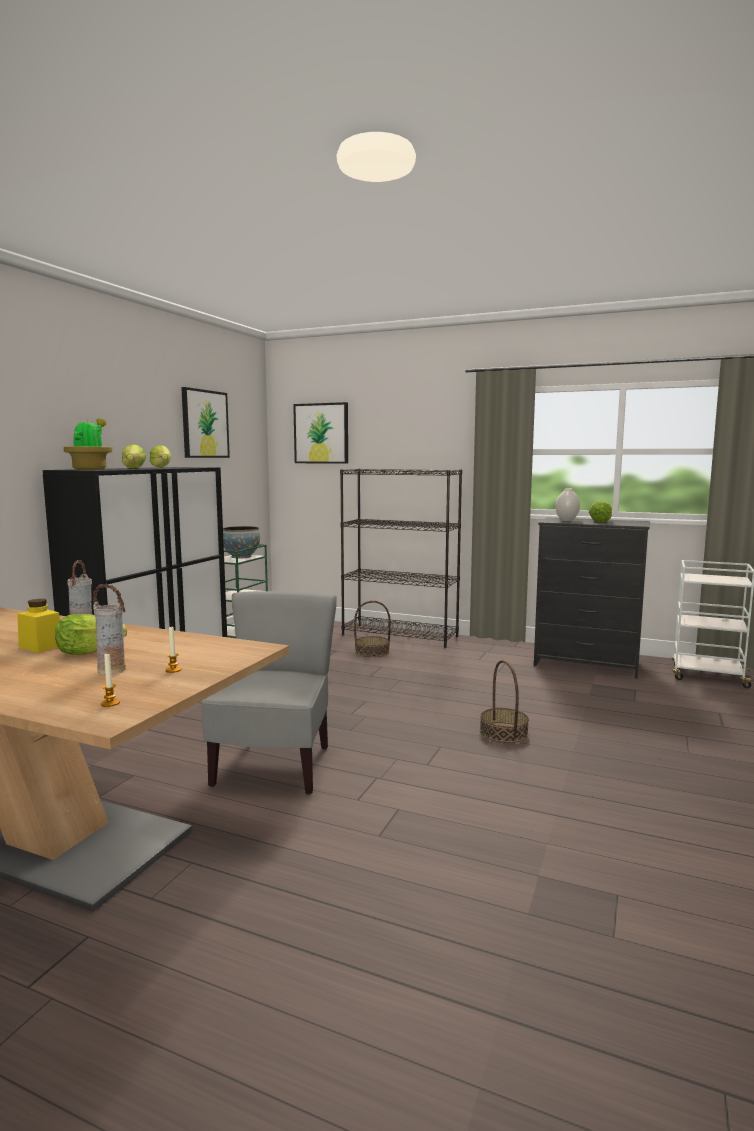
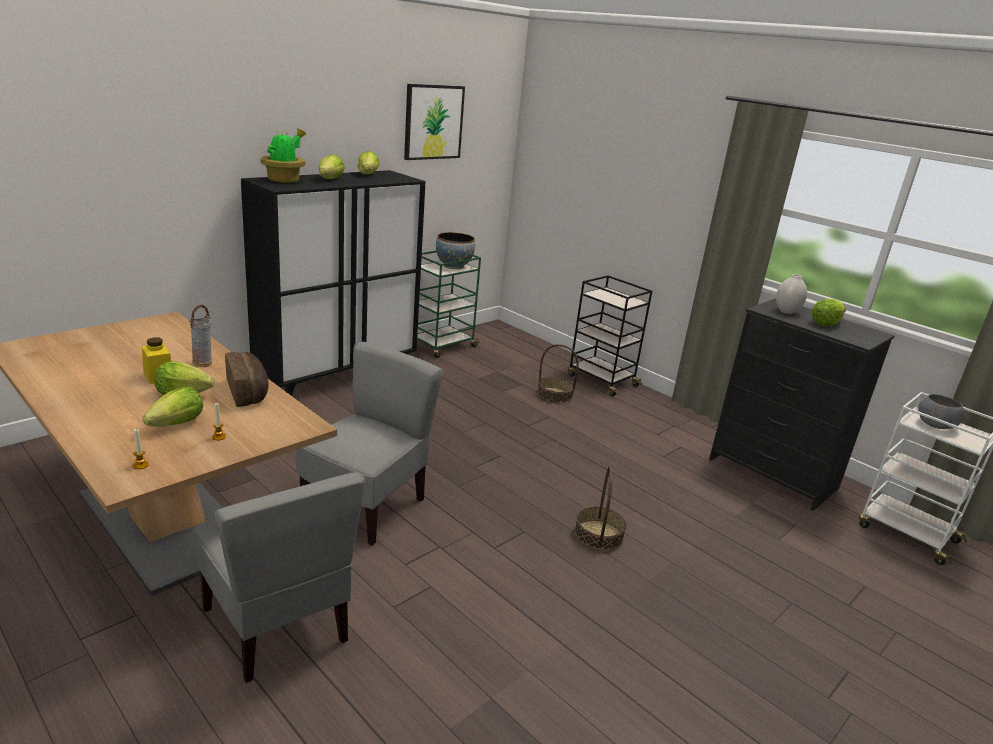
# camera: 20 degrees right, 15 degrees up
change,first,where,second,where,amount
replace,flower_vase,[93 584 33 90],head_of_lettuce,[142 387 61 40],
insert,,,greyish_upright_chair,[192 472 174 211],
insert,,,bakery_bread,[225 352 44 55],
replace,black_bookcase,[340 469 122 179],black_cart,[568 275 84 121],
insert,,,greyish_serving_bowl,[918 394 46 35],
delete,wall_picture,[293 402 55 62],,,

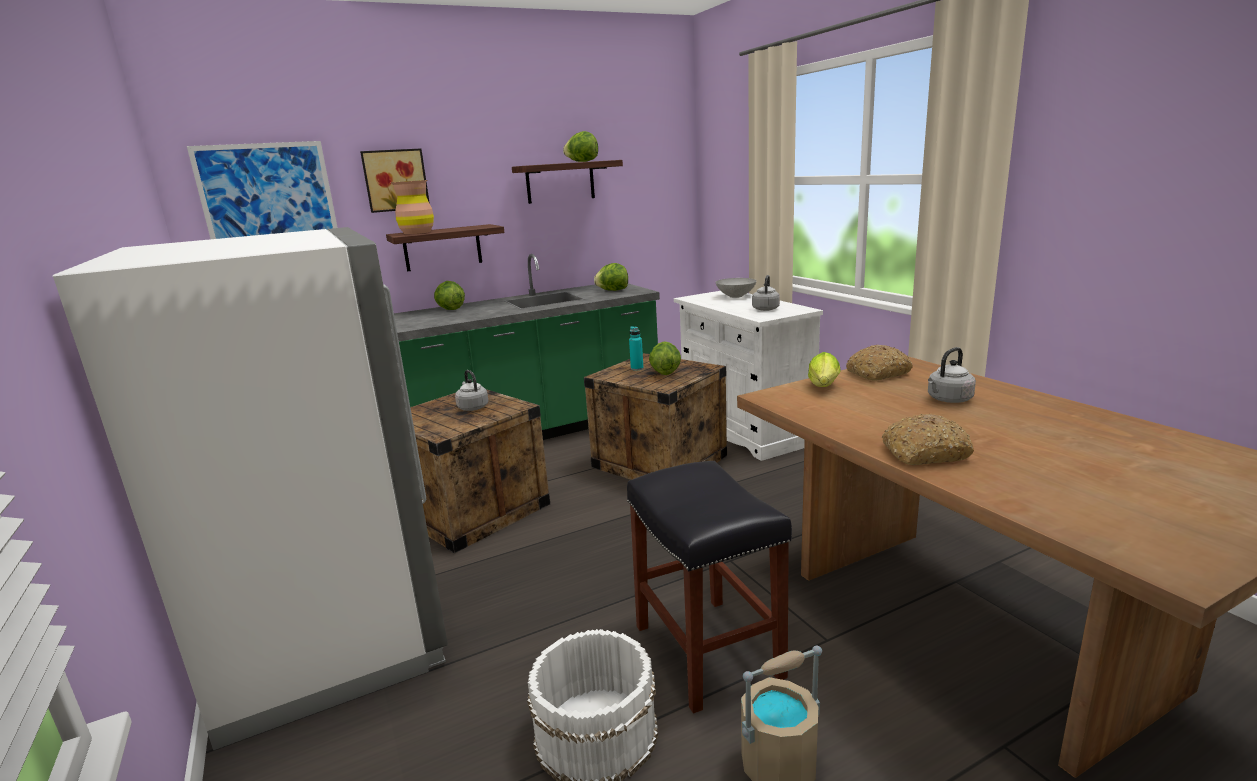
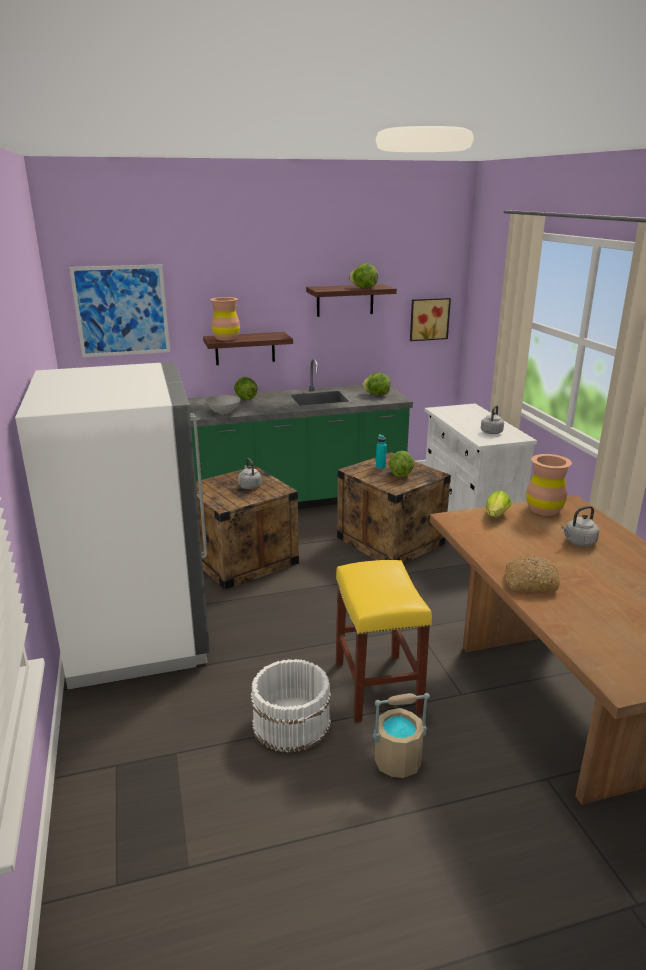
# camera: 10 degrees right, 5 degrees up
change,first,where,second,where,amount
move,greyish_serving_bowl,[715 278 42 20],,[205 395 36 19],
recolor,black_stool,[627 461 165 253],yellow-coloured_stool,[336 560 96 163],
move,wall_picture,[360 148 70 65],,[410 298 41 43],
replace,bakery_bread,[846 345 67 36],brown_flower_vase,[526 454 46 62],

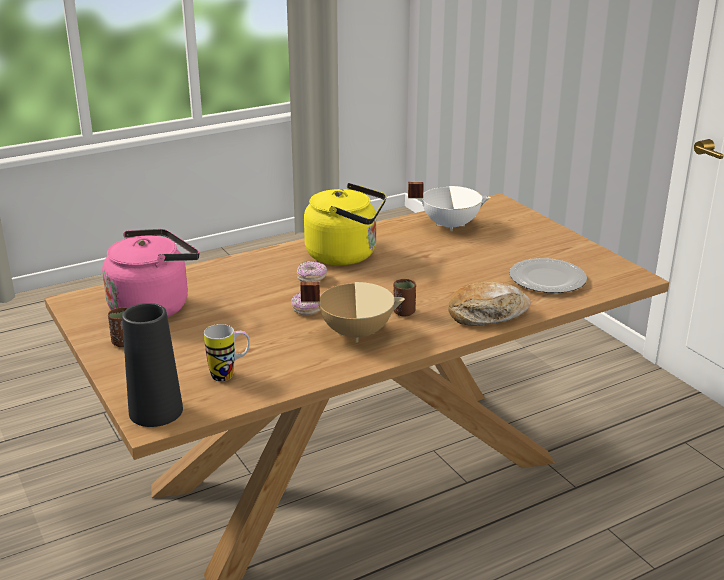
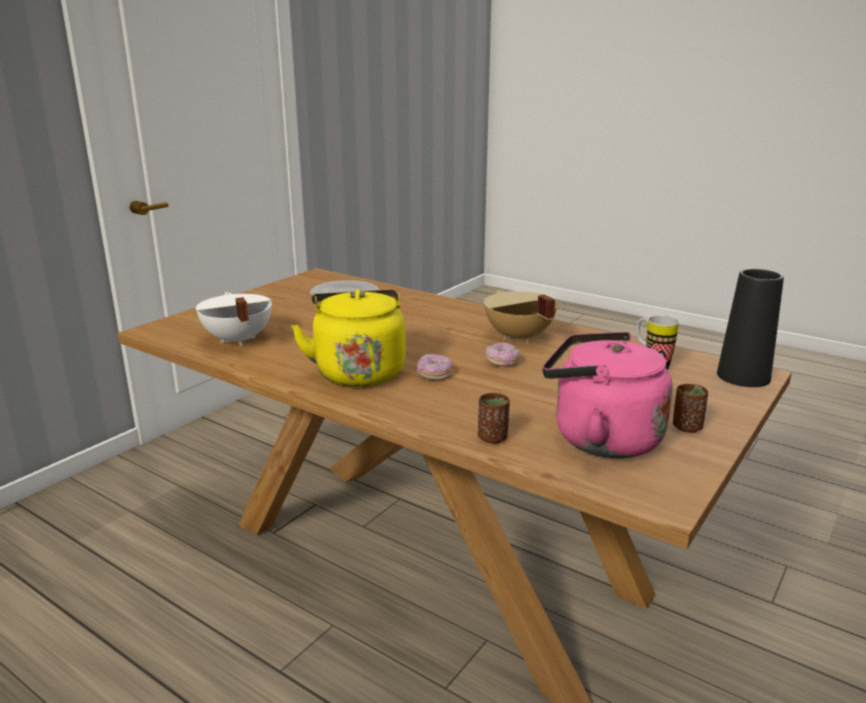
# camera: 115 degrees left, 5 degrees down
change,first,where,second,where,amount
move,brown_small_cup,[393 279 23 38],,[478 393 32 51],
delete,bakery_bread,[448 281 83 45],,,

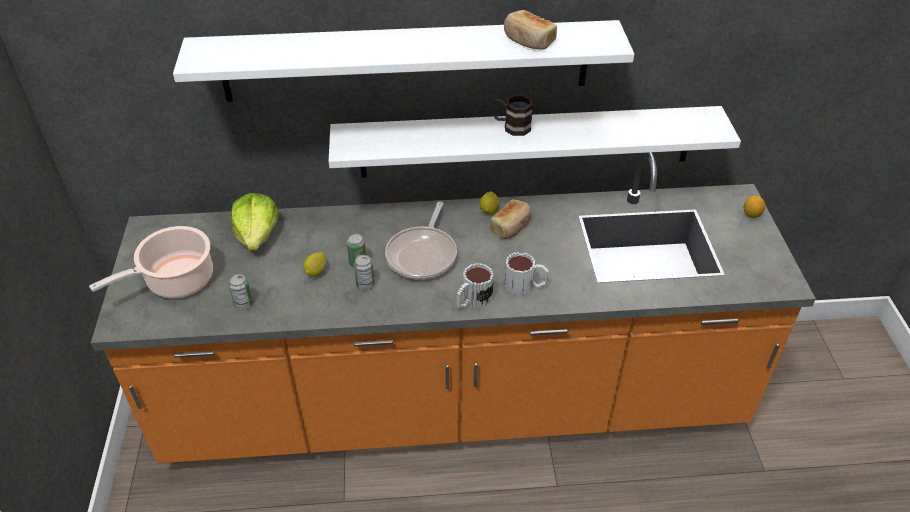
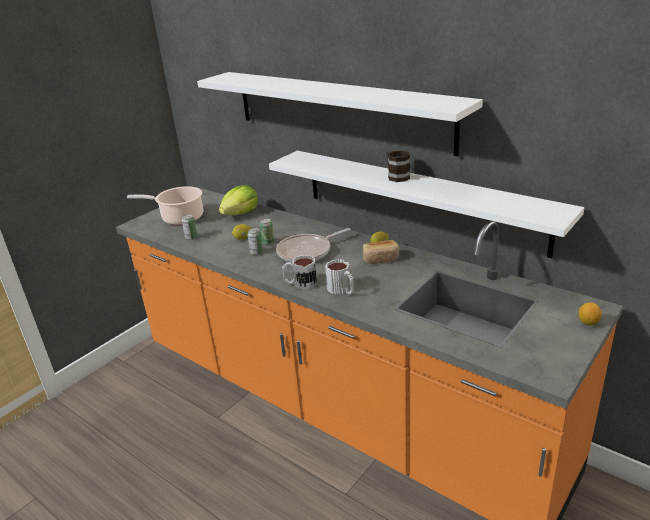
# camera: 45 degrees right, 15 degrees down
change,first,where,second,where,amount
delete,bakery_bread,[504 10 53 40],,,

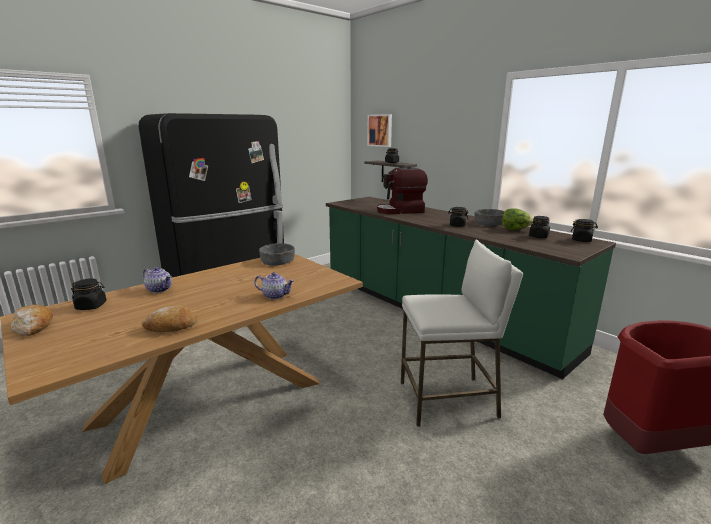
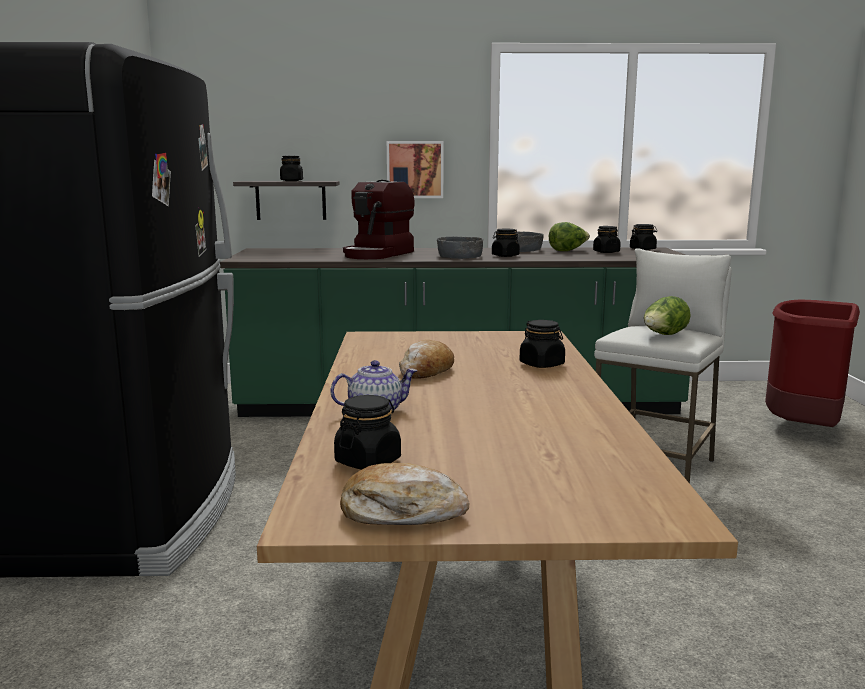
# camera: 50 degrees left, 5 degrees down
change,first,where,second,where,amount
move,wall_picture,[367 114 25 33],,[387 141 57 57],
move,bakery_bread,[142 306 55 26],,[399 340 55 39],
move,greyish_serving_bowl,[259 243 36 23],,[437 236 46 23],
replace,pot_for_tea,[254 272 41 27],black_jar,[519 320 46 48],
insert,,,head_of_lettuce,[644 296 47 39],

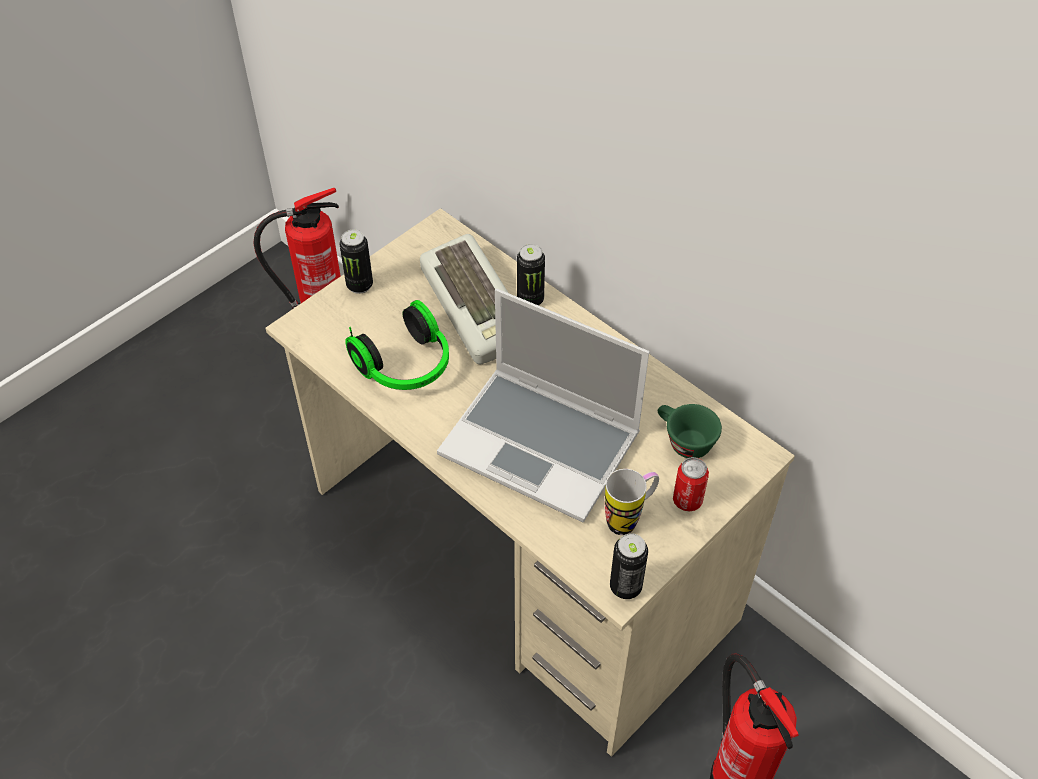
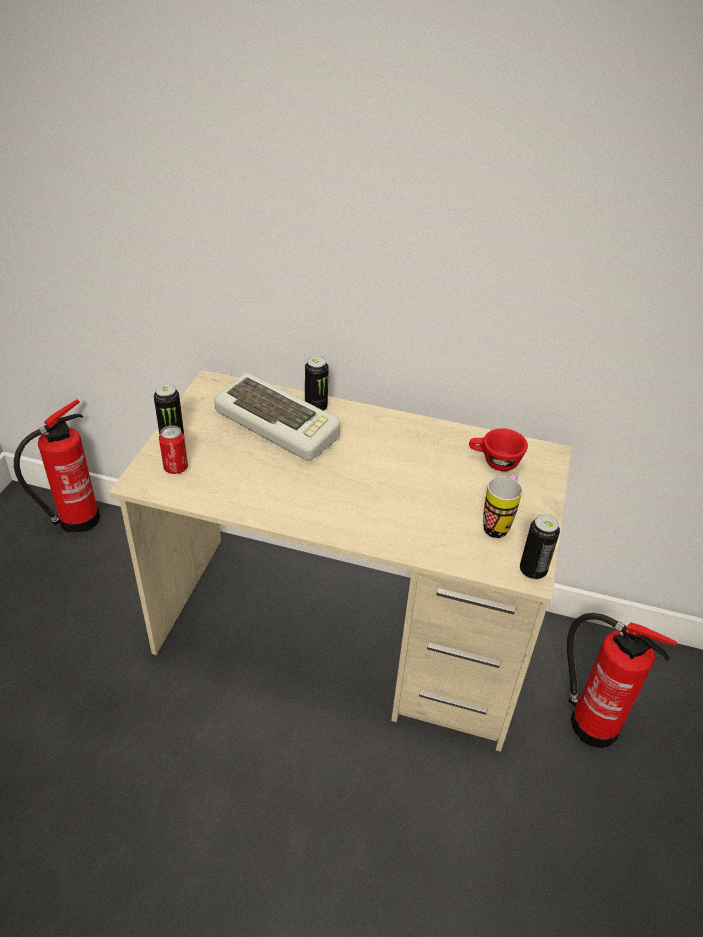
# camera: 30 degrees left, 10 degrees down
change,first,where,second,where,amount
move,sealed_can,[673 457 36 55],,[159 425 29 49],
recolor,green_small_cup,[658 404 64 54],red_small_cup,[469 428 59 43],
delete,headphones,[345 300 104 90],,,
delete,laptop,[437 289 212 233],,,

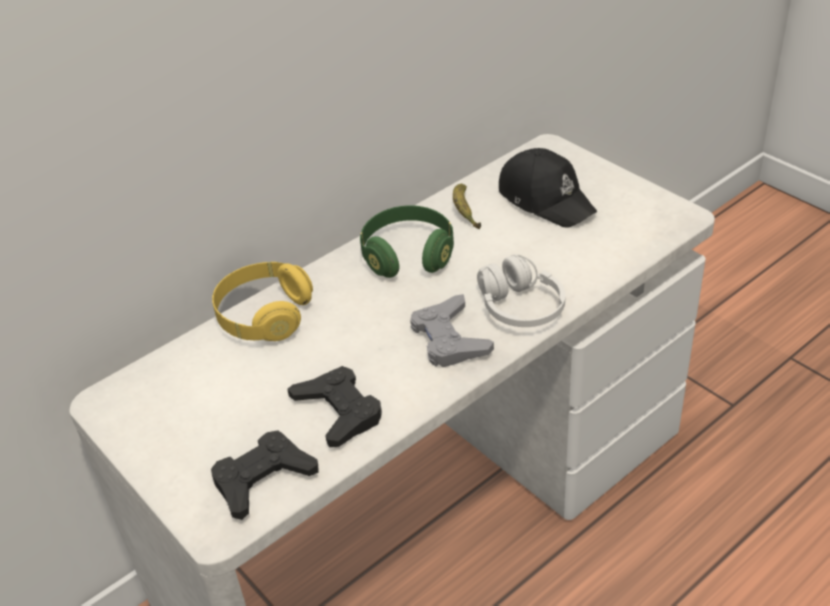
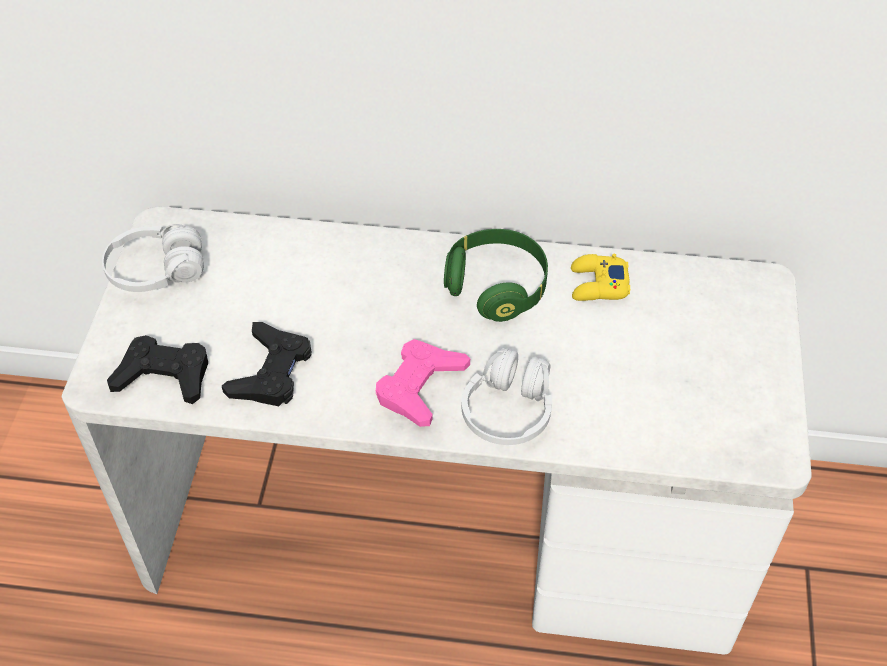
# camera: 45 degrees right, 10 degrees up
change,first,where,second,where,amount
insert,,,whitish_headphones,[102 224 102 68],
recolor,greyish_gamepad,[410 294 84 73],pink-coloured_gamepad,[376 339 94 88],
replace,banana,[453 184 28 45],yellow-coloured_gamepad,[571 253 59 48],
delete,yellow-coloured_headphones,[212 262 101 79],,,
delete,black_baseball_cap,[499 148 98 80],,,

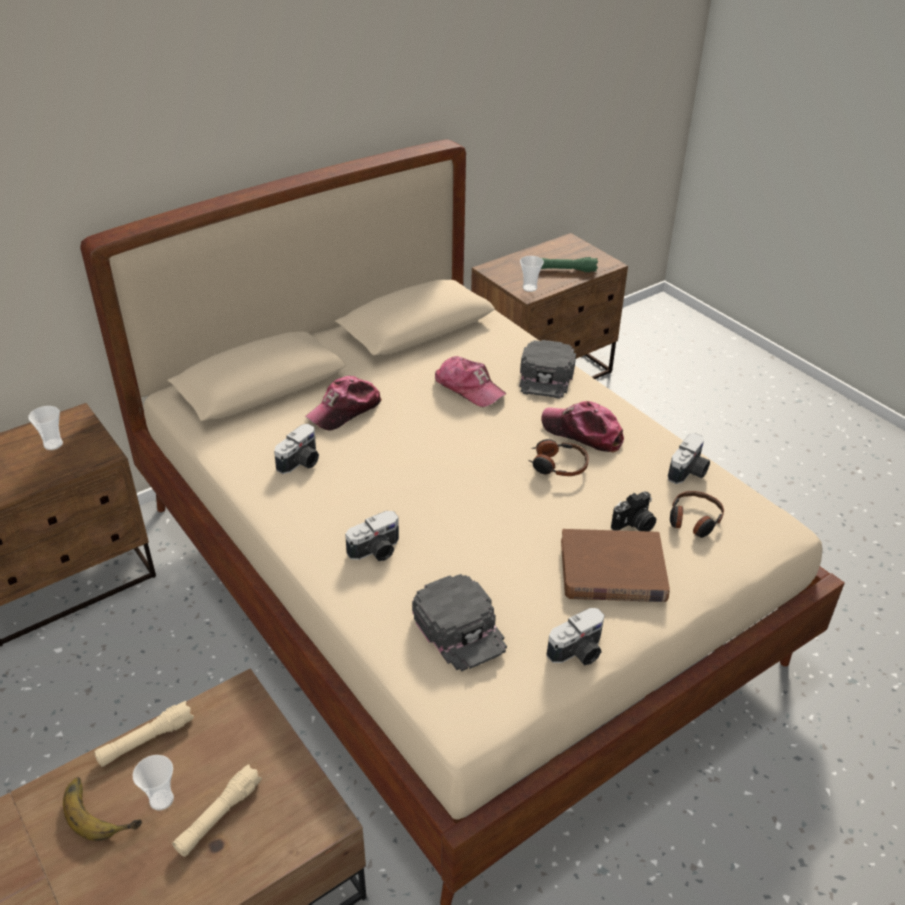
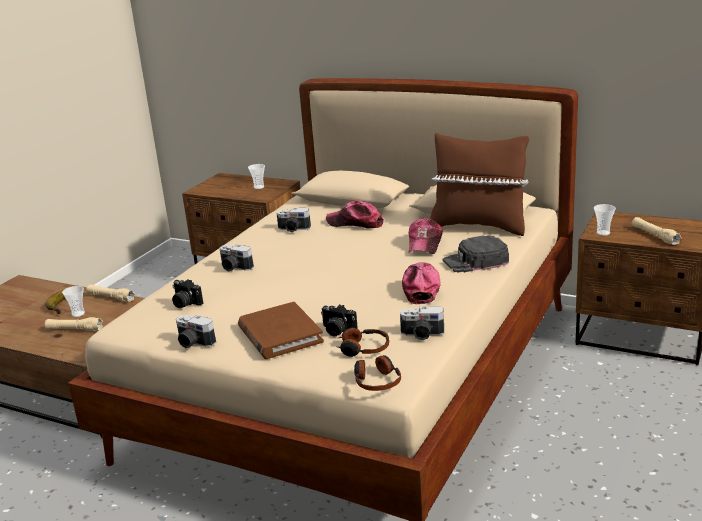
# camera: 65 degrees right, 15 degrees down
change,first,where,second,where,amount
replace,black_baseball_cap,[412 574 95 98],still_camera,[172 279 31 29],
move,headphones,[528 439 61 37],,[354 355 47 36],
insert,,,brown_throw_pillow,[430 133 99 103],
recolor,green_flashlight,[541 257 57 15],beige_flashlight,[632 217 50 28],

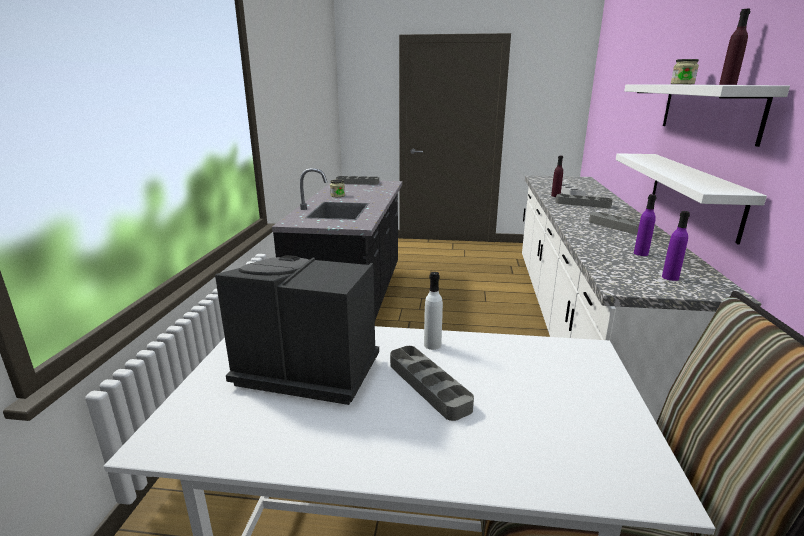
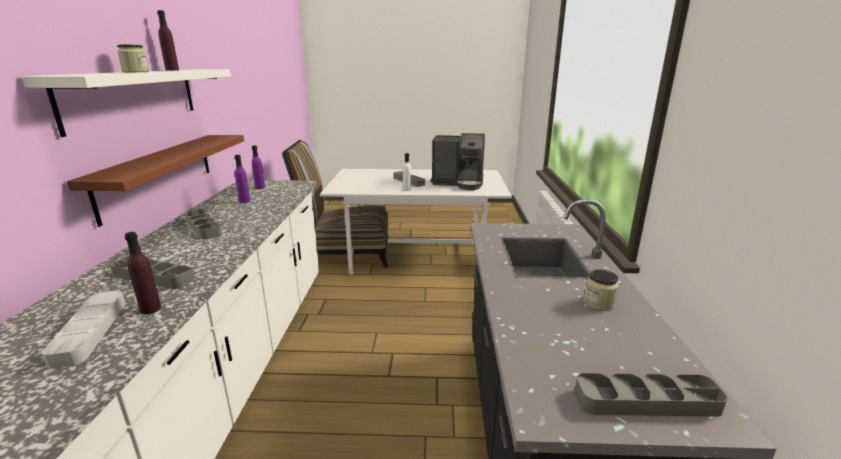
# camera: 175 degrees right, 0 degrees up
change,first,where,second,where,amount
recolor,whitish_shelf,[616 153 151 91],brown_shelf,[67 135 177 92],

